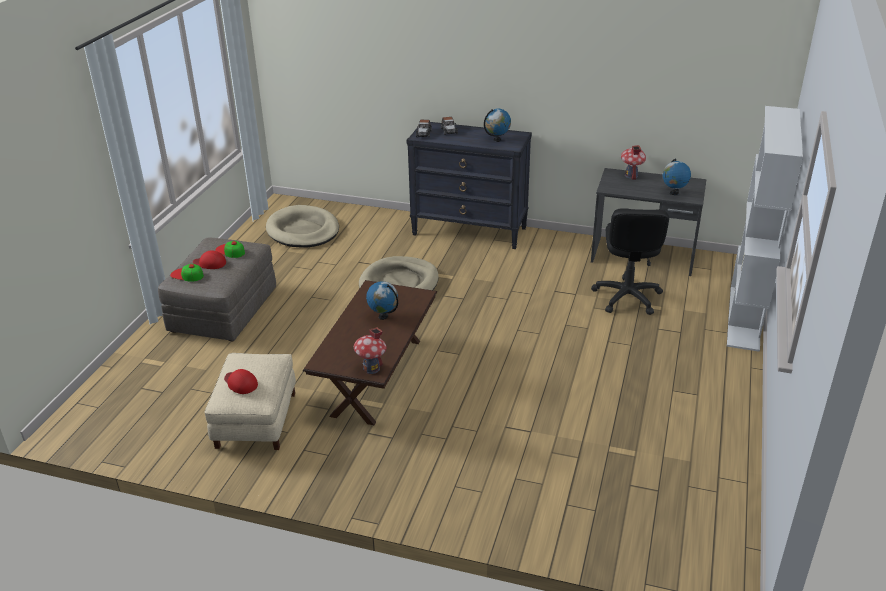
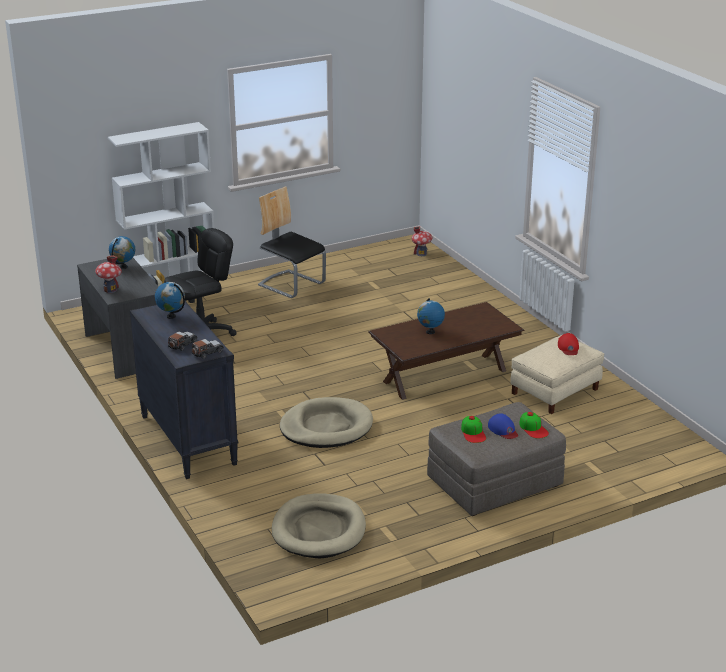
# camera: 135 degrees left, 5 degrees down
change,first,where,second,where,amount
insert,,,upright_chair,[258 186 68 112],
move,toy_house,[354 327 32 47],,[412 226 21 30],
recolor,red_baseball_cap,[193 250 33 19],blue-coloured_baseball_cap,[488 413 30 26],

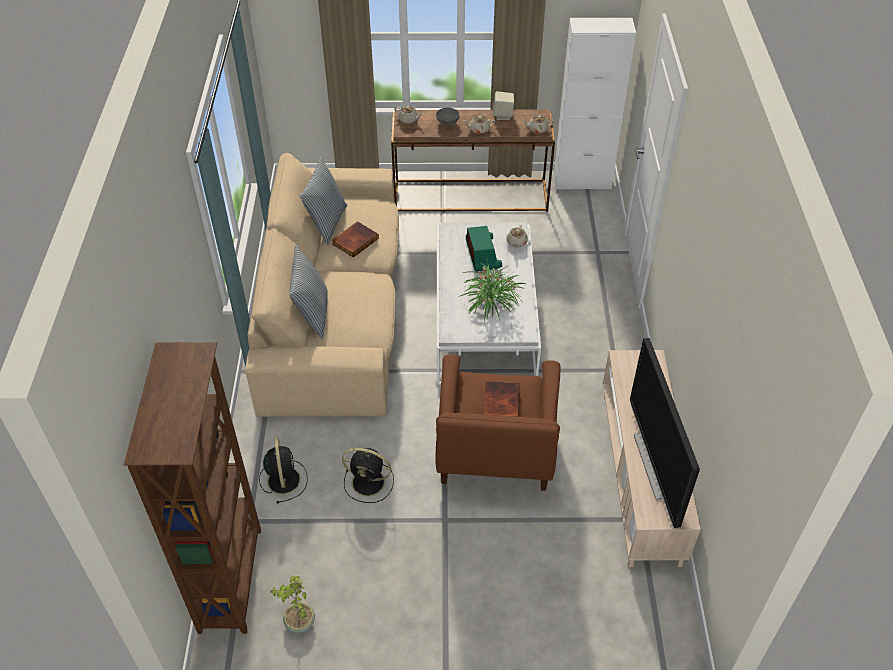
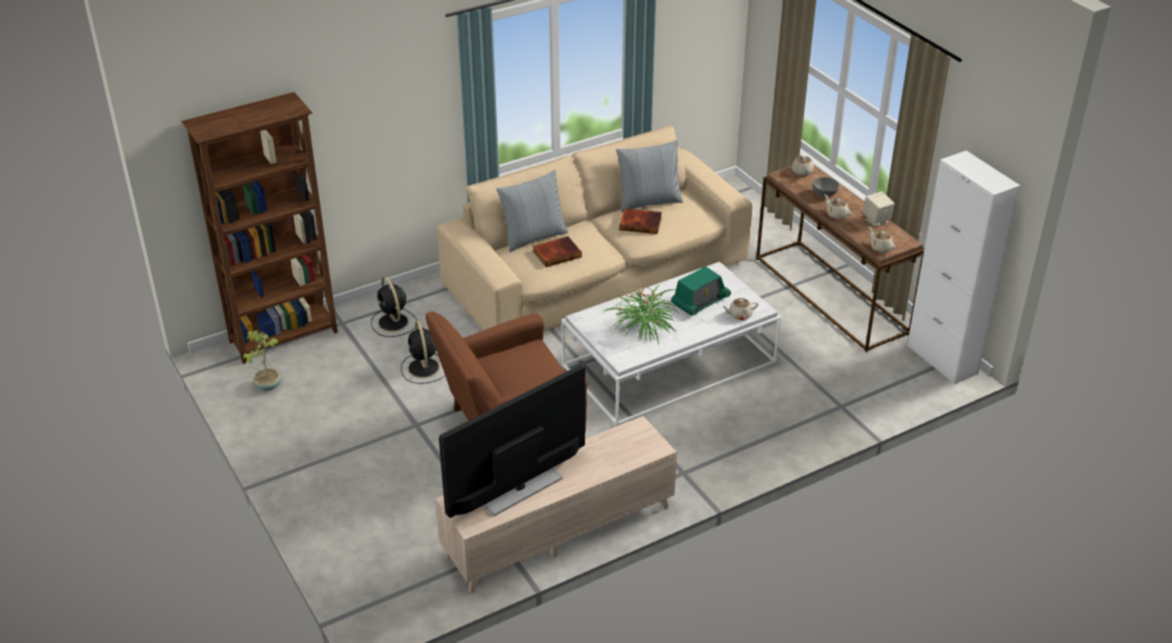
# camera: 60 degrees right, 10 degrees down
change,first,where,second,where,amount
rotate,black_fan,[259 437 49 67],,[371 277 46 60],105 degrees clockwise
move,volume,[484 381 36 36],,[533 236 49 31],

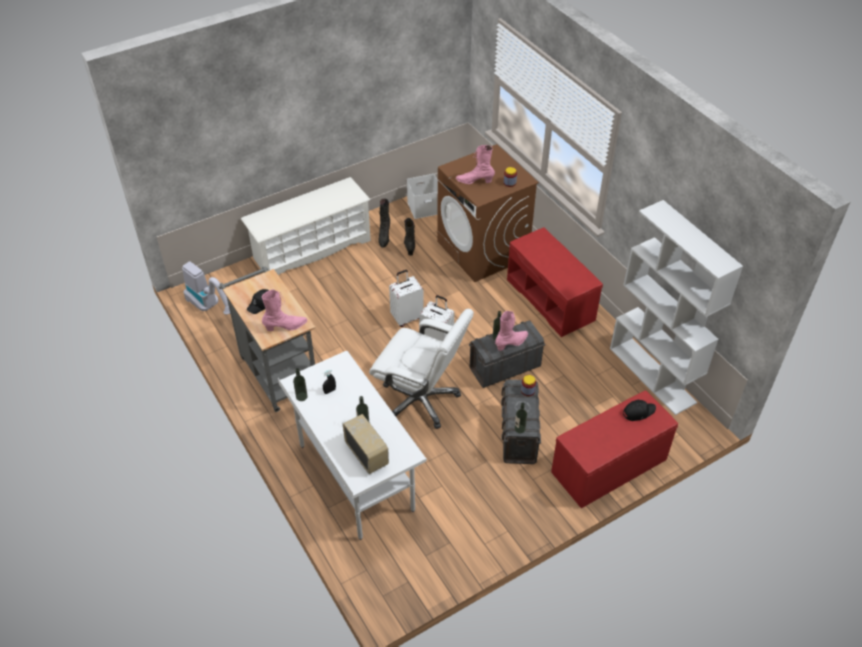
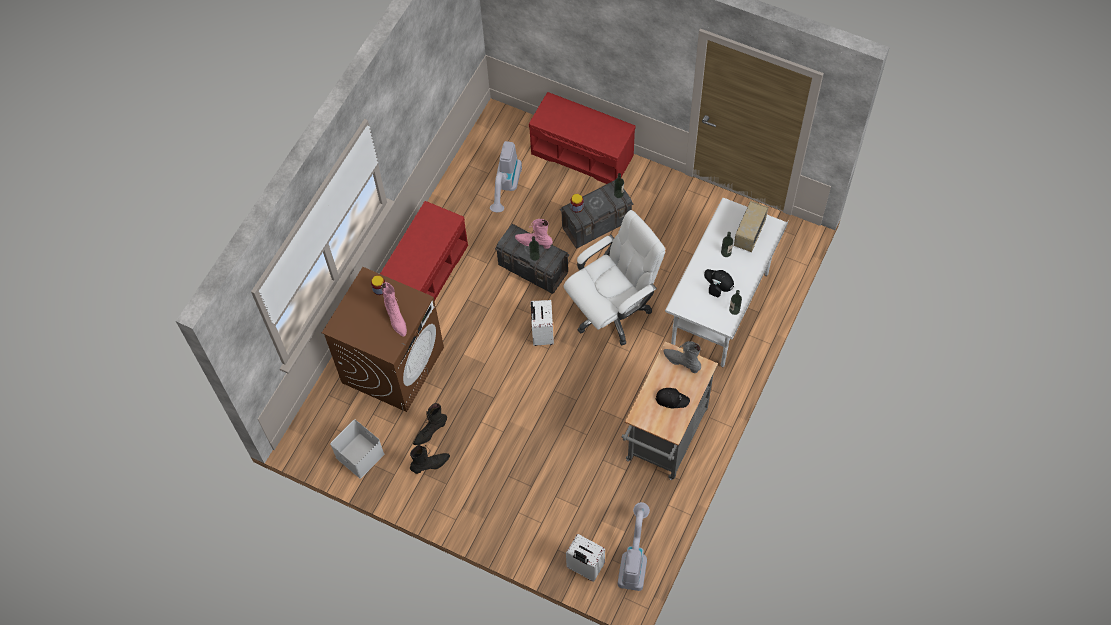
# camera: 120 degrees left, 15 degrees up
change,first,where,second,where,amount
insert,,,hoover,[490 141 32 71],
rotate,whitish_office_chair,[369 309 105 120],,[563 210 103 135],60 degrees clockwise
move,whitish_travel_case,[389 270 35 57],,[566 534 39 48],
recolor,pink-coloured_tall_boot,[262 289 45 42],greyish_tall_boot,[663 341 38 32],
move,black_baseball_cap,[623 400 33 21],,[704 269 30 23],
delete,whitish_shoe_rack,[241 177 130 99],,,
delete,whitish_bookcase,[610 200 133 215],,,

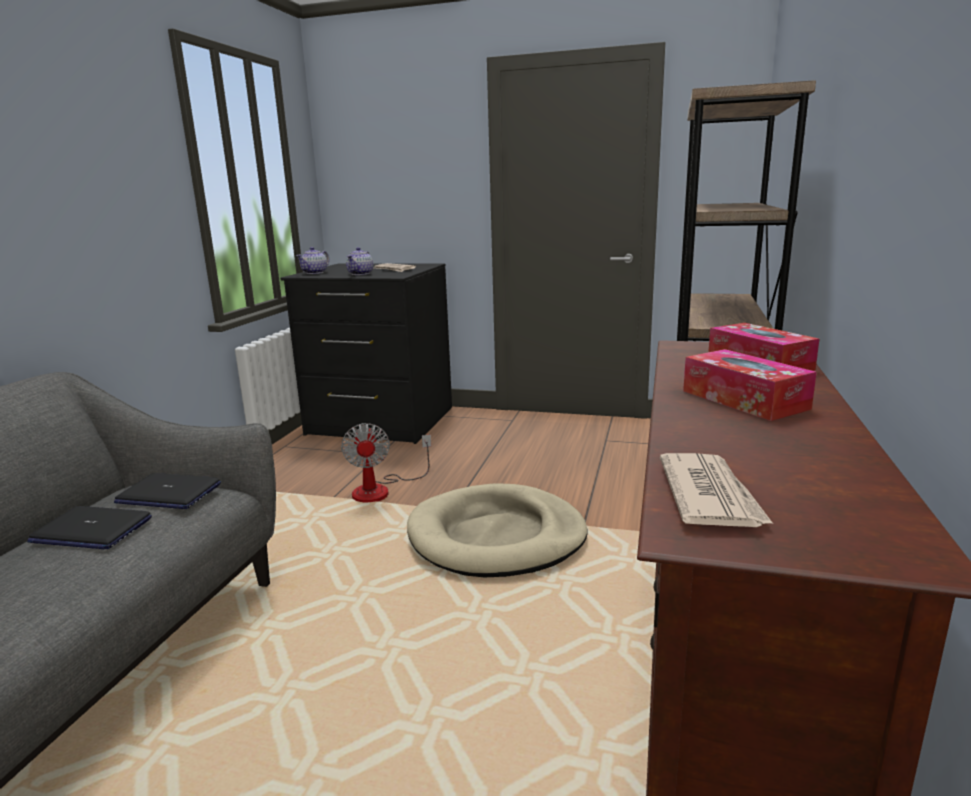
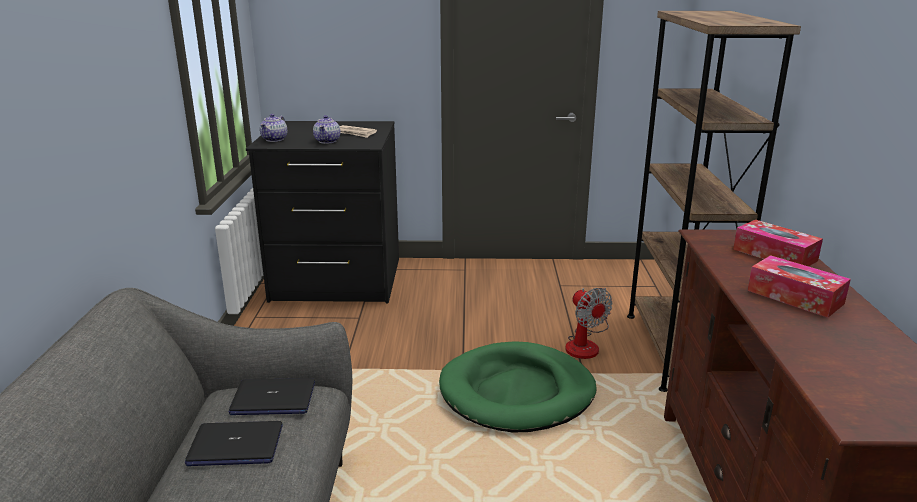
# camera: 15 degrees left, 5 degrees up
change,first,where,second,where,amount
recolor,beige_pet_bed,[407 483 181 94],green_pet_bed,[439 341 157 92],
move,fan,[341 423 90 79],,[565 288 48 71],
delete,daily_paper,[660 453 113 74],,,

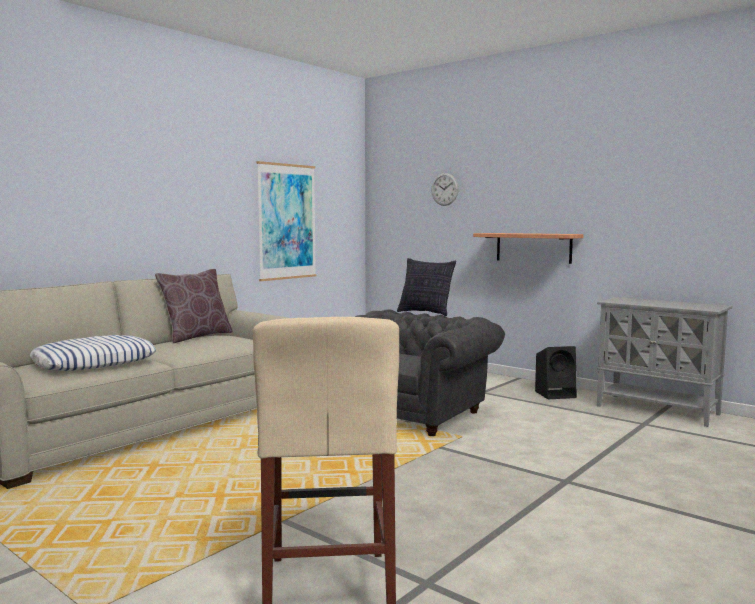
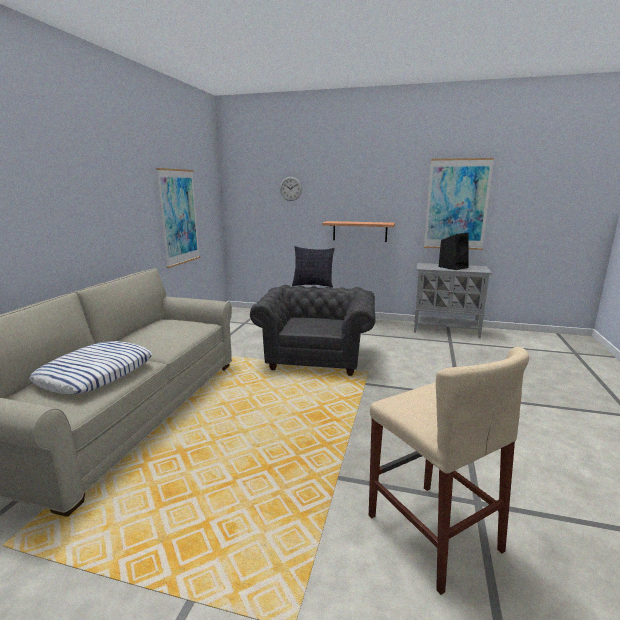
# camera: 25 degrees left, 10 degrees up
change,first,where,second,where,amount
insert,,,wall_picture,[424 158 70 92],
move,black_speaker,[535 346 42 53],,[439 233 30 37],
delete,brown_throw_pillow,[155 269 78 74],,,

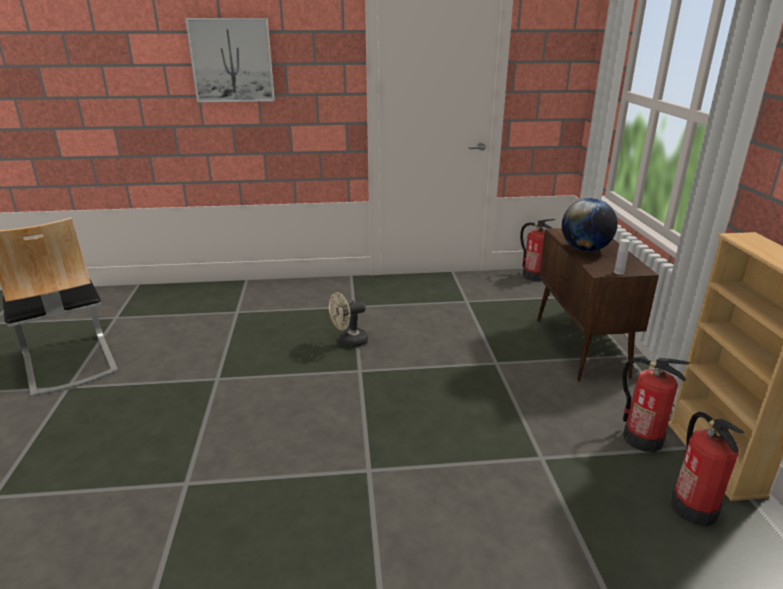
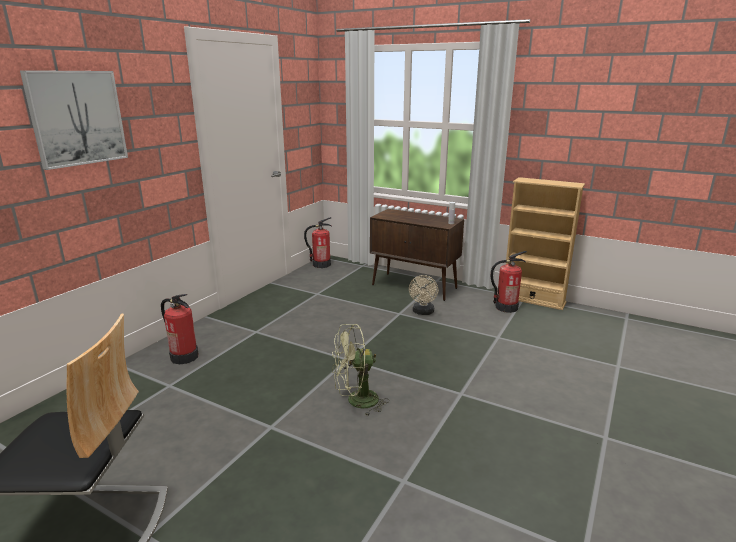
# camera: 55 degrees left, 5 degrees down
change,first,where,second,where,amount
move,extinguisher,[670 412 74 114],,[161 294 37 70],
insert,,,green_fan,[332 324 57 92],
move,beige_fan,[329 292 39 56],,[409 275 29 40],
delete,world_globe,[562 198 56 54],,,

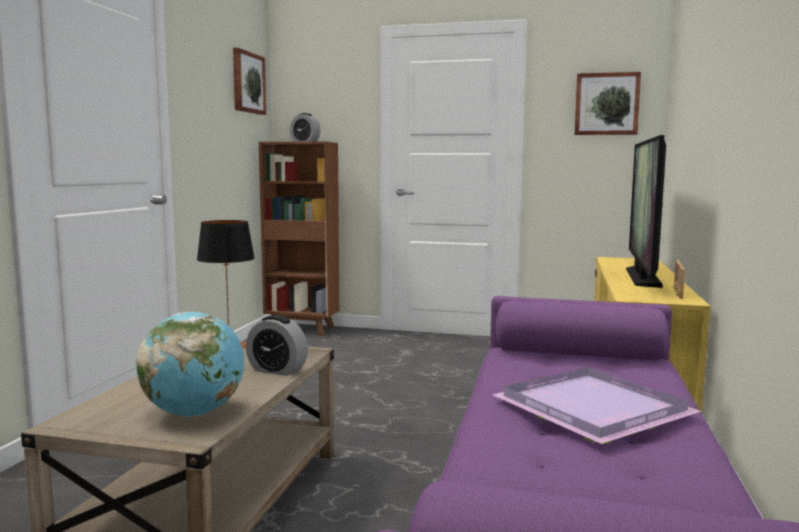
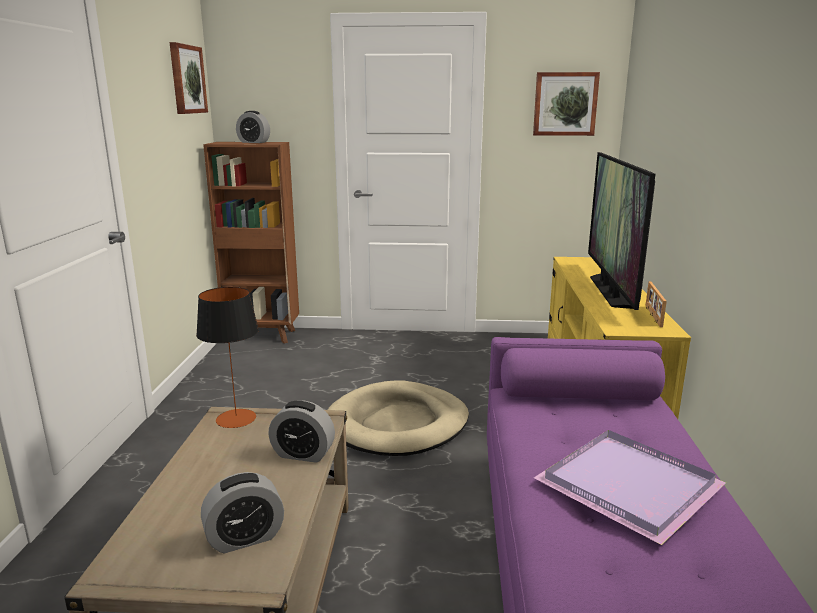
# camera: 10 degrees left, 10 degrees up
change,first,where,second,where,amount
replace,world_globe,[136 312 108 105],table_clock,[201 472 83 81],
insert,,,beige_pet_bed,[328 380 141 76],

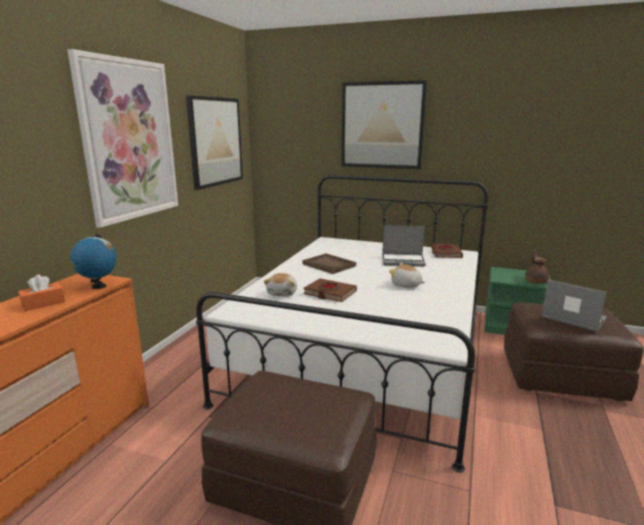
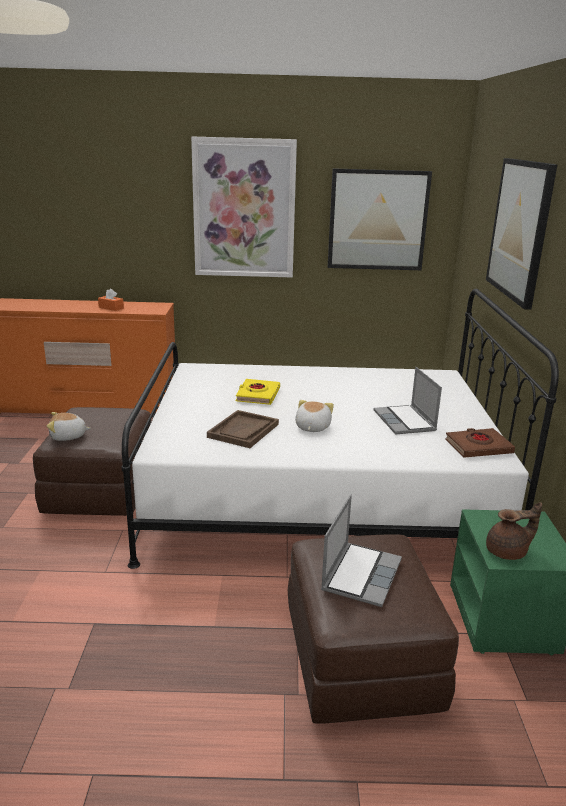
# camera: 70 degrees right, 5 degrees up
change,first,where,second,where,amount
move,cuddly_toy,[264 273 33 23],,[47 412 44 29],
move,brown_carrying_tray,[302 253 54 21],,[207 410 72 38],
recolor,brown_volume,[304 278 53 24],yellow-coloured_volume,[235 379 45 26],
delete,world_globe,[70 233 47 56],,,

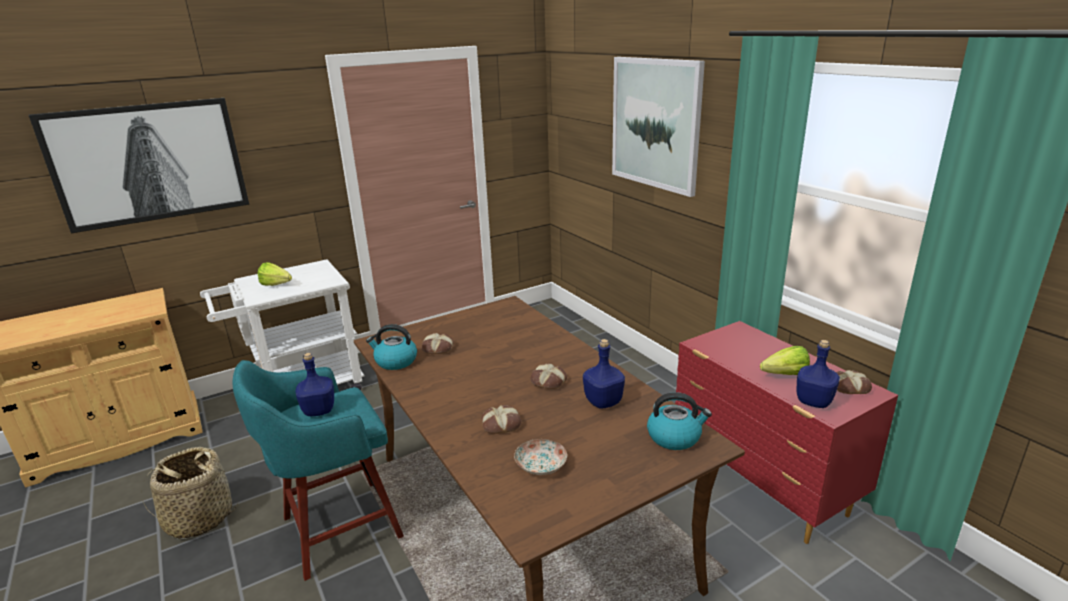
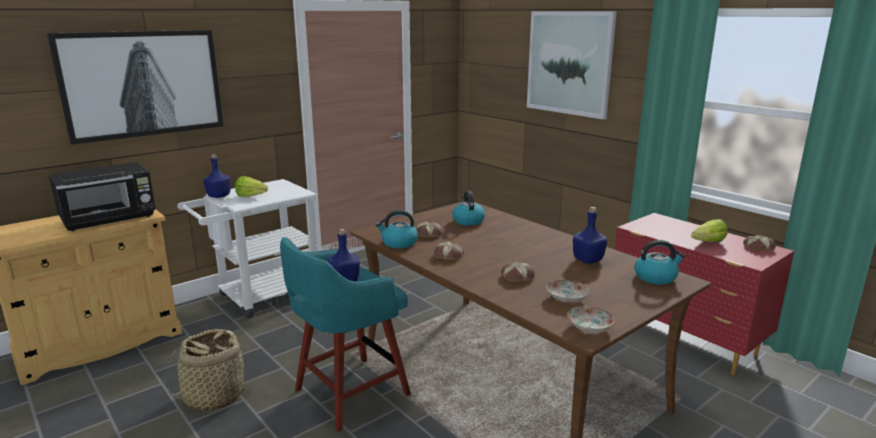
# camera: 10 degrees left, 5 degrees down
change,first,where,second,where,amount
insert,,,black_microwave_oven,[49 162 107 69],
move,blue-coloured_beverage_bottle,[796 340 44 68],,[203 154 28 44],
move,bakery_bread,[531 364 36 25],,[434 242 30 18],
insert,,,water_kettle,[452 191 33 35],
insert,,,flat_dish,[567 306 48 27],

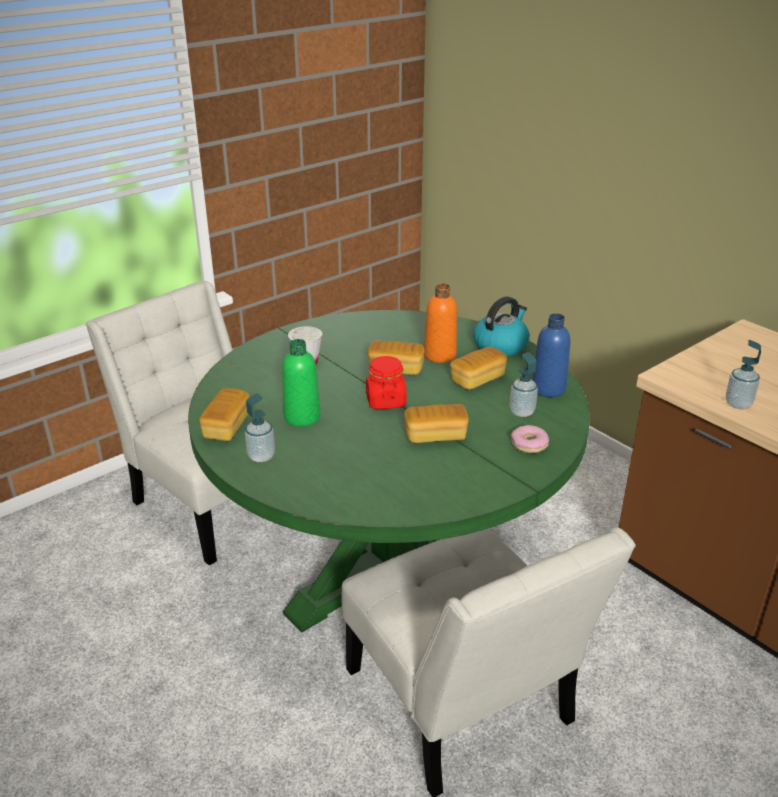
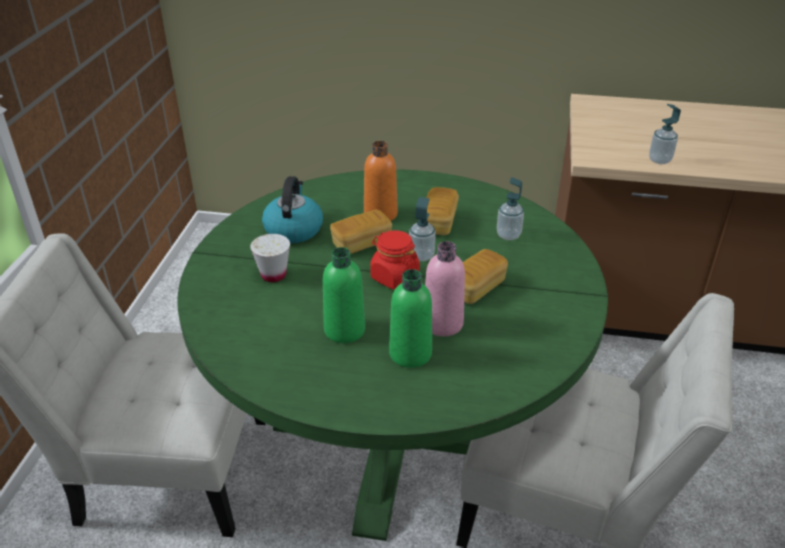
# camera: 40 degrees left, 5 degrees up
change,first,where,second,where,amount
move,water_kettle,[473 296 56 60],,[262 176 61 67],
insert,,,green_beverage_bottle,[389 269 43 99],
move,soap_bottle,[245 393 30 69],,[409 197 27 64],
insert,,,pink-coloured_beverage_bottle,[425 241 40 95],
delete,bakery_bread,[199 388 51 53],,,
delete,ring_doughnut,[511 425 38 28],,,
delete,blue-coloured_beverage_bottle,[532 313 38 84],,,

